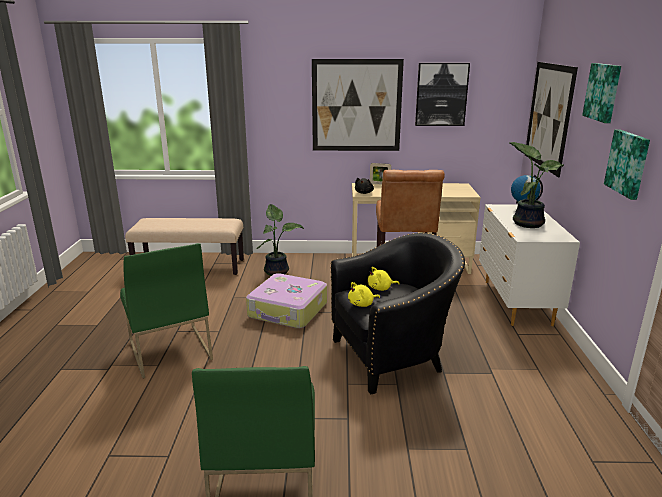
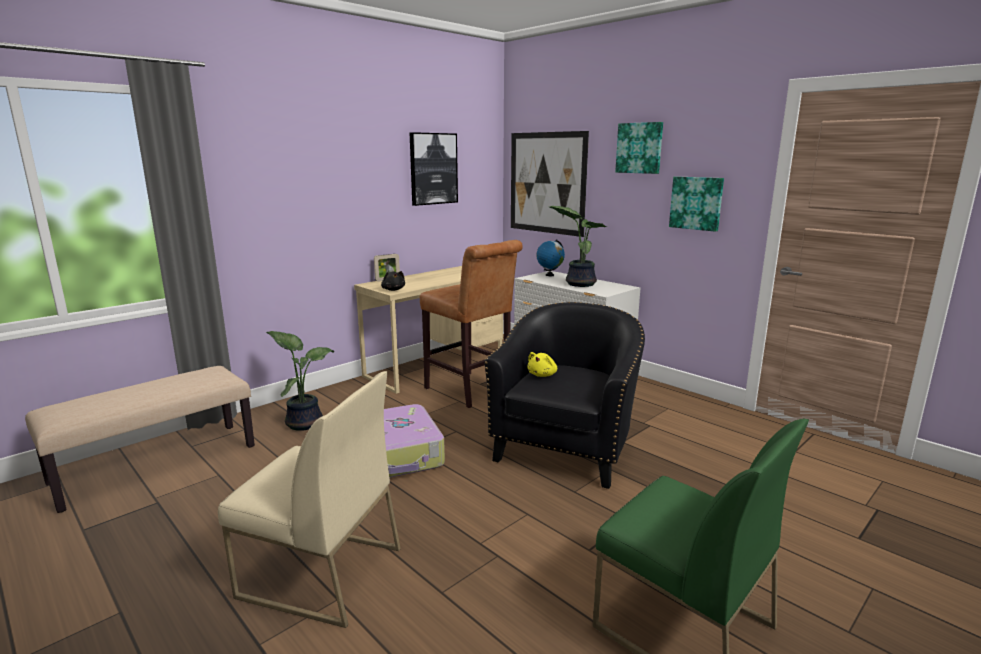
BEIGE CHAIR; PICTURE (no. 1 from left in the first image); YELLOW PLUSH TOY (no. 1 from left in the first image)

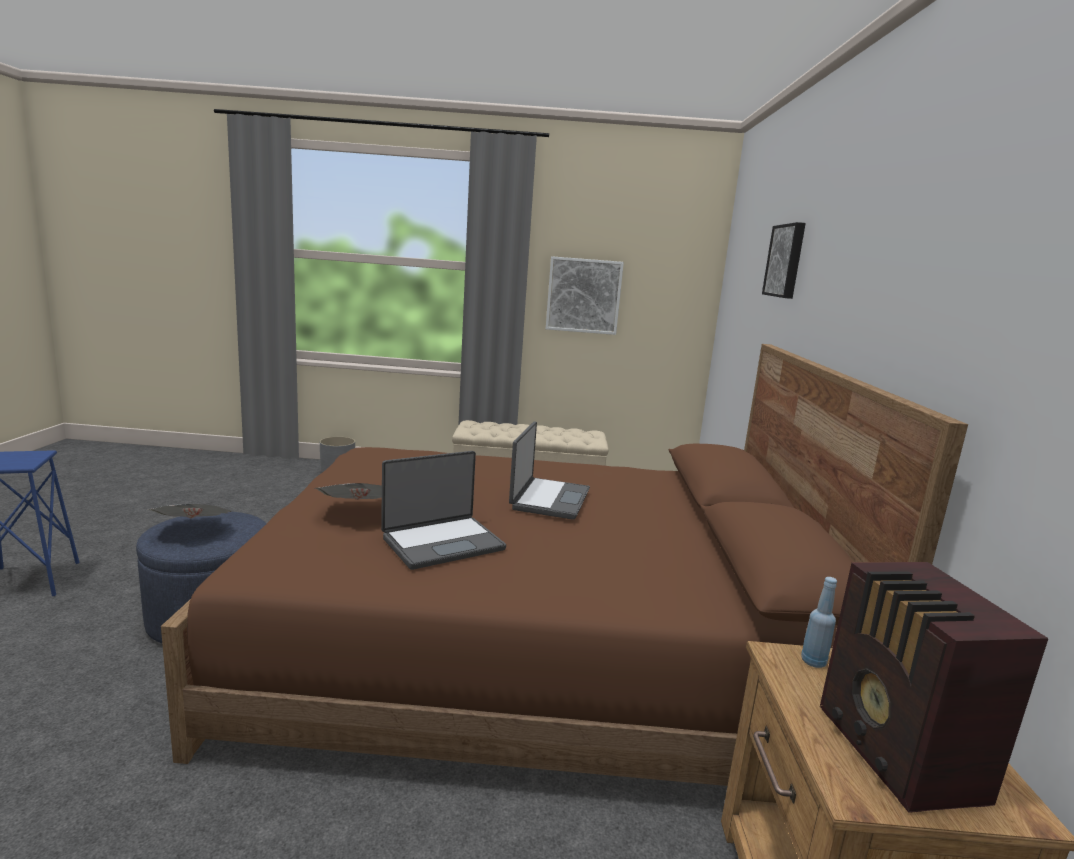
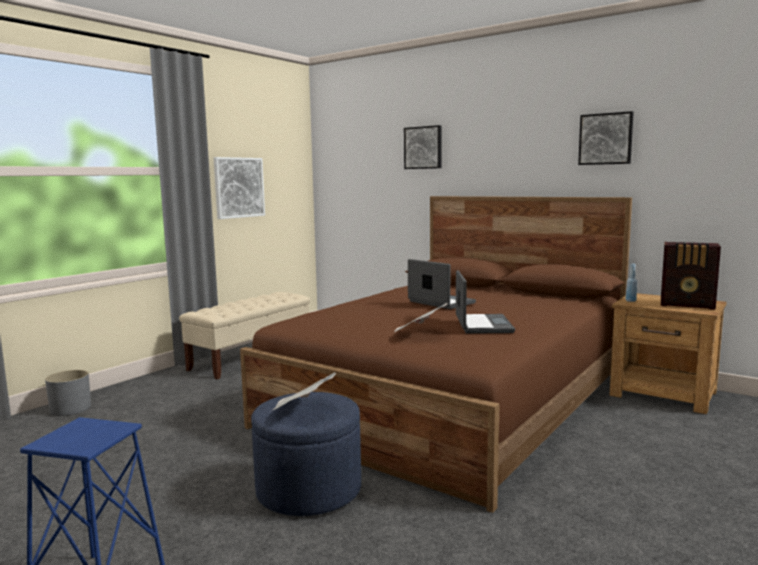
PICTURE (no. 3 from left)

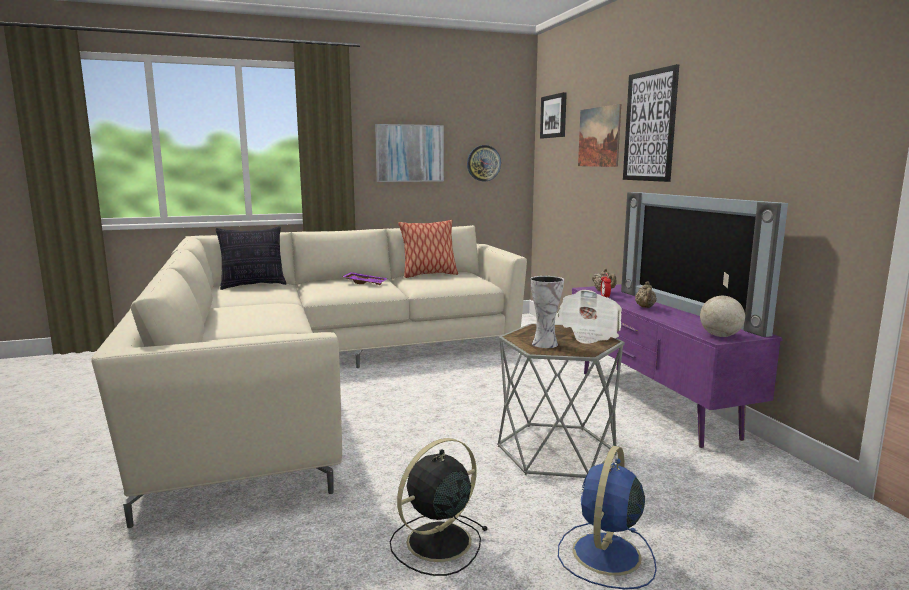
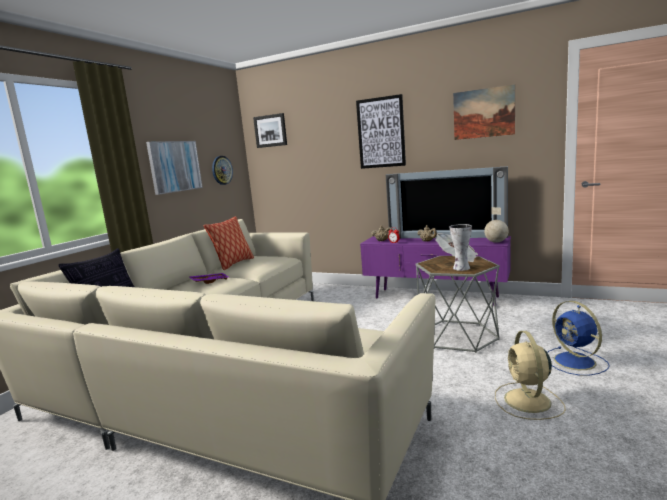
PICTURE (no. 4 from left); BEIGE FAN

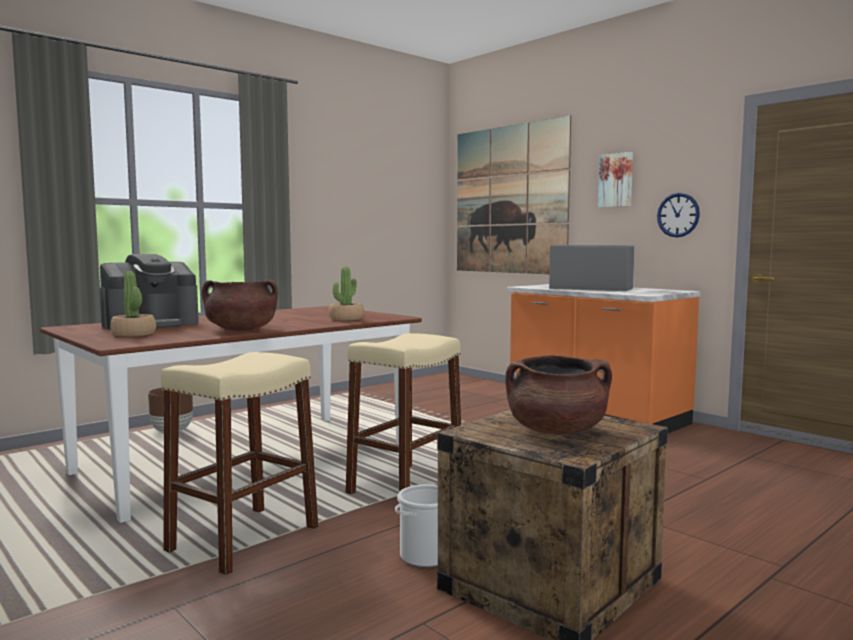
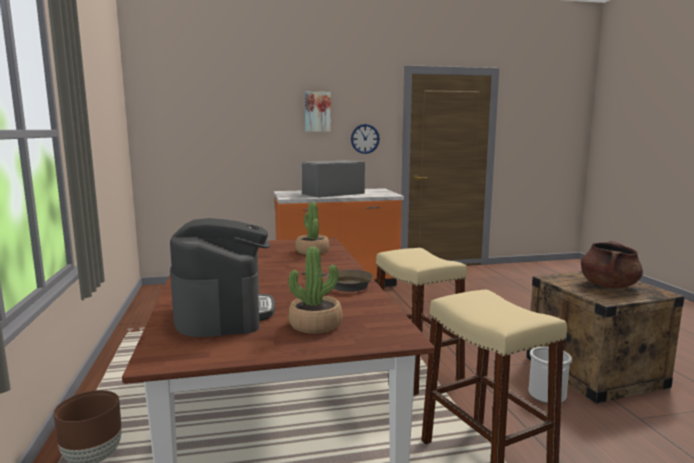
BROWN FRYING PAN; PICTURE (no. 1 from left in the first image)

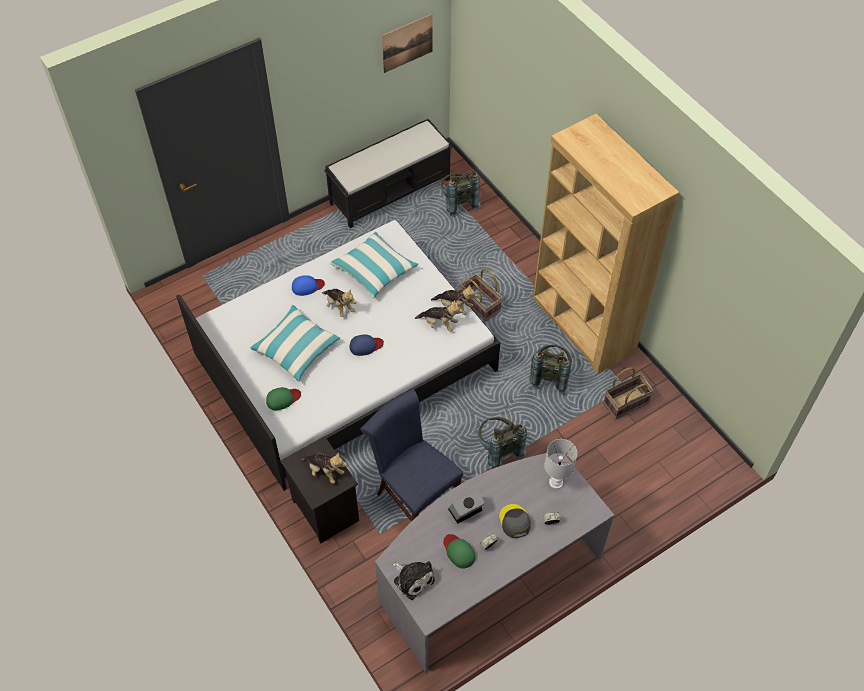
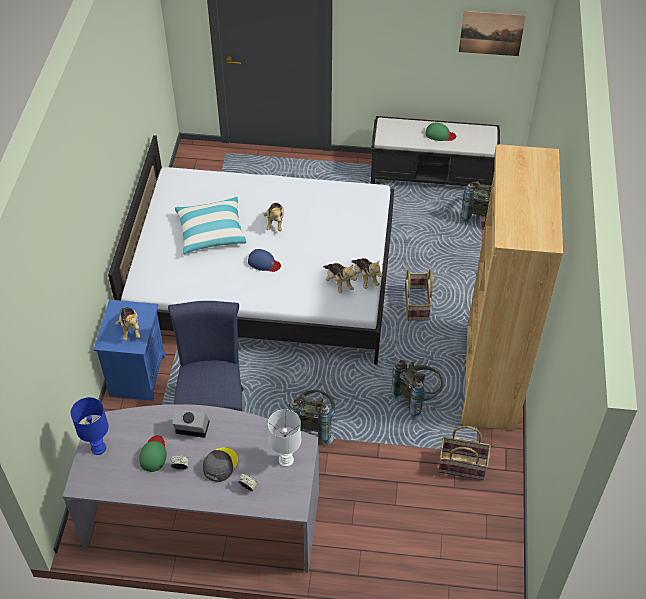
BLUE TABLE LAMP; BLUE NIGHTSTAND; GREEN CAP (no. 2 from left); BLUE CAP (no. 1 from left in the first image); PILLOW (no. 2 from left in the first image)

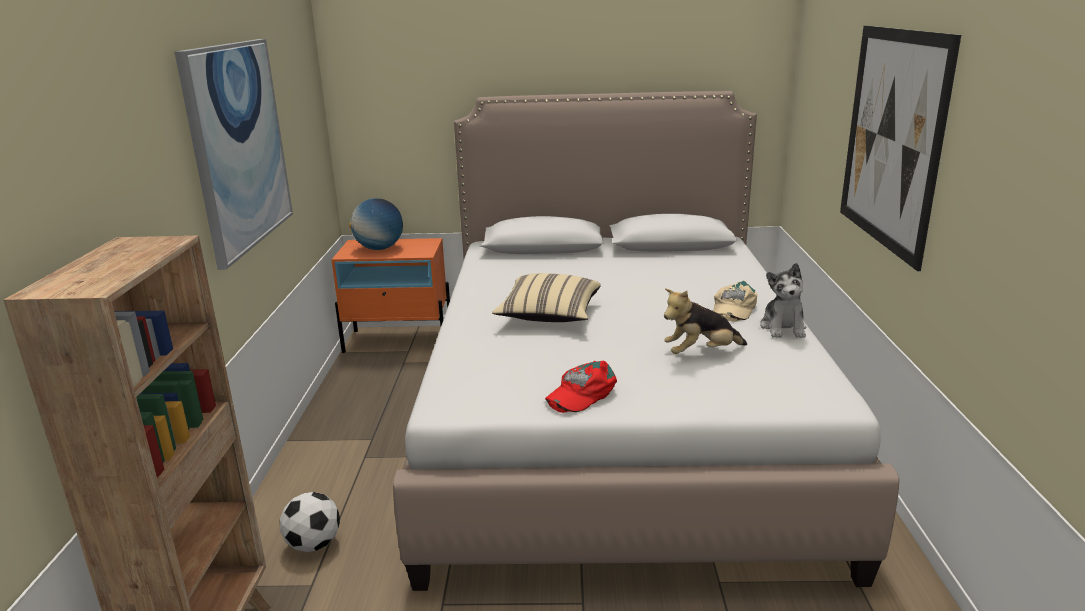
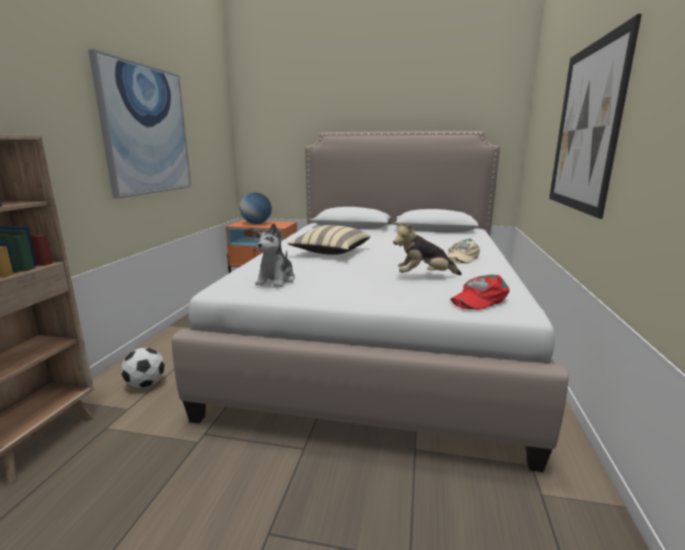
PLUSH TOY (no. 1 from left); RED CAP

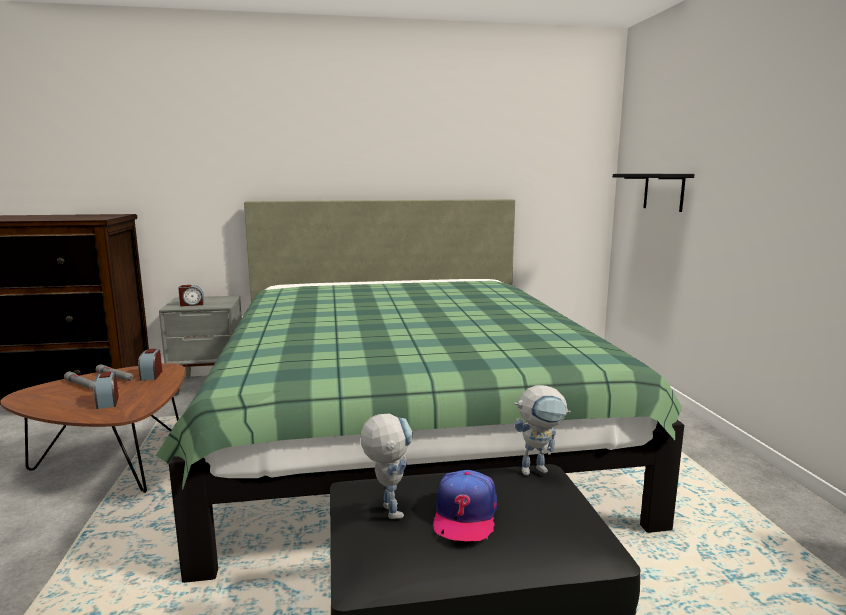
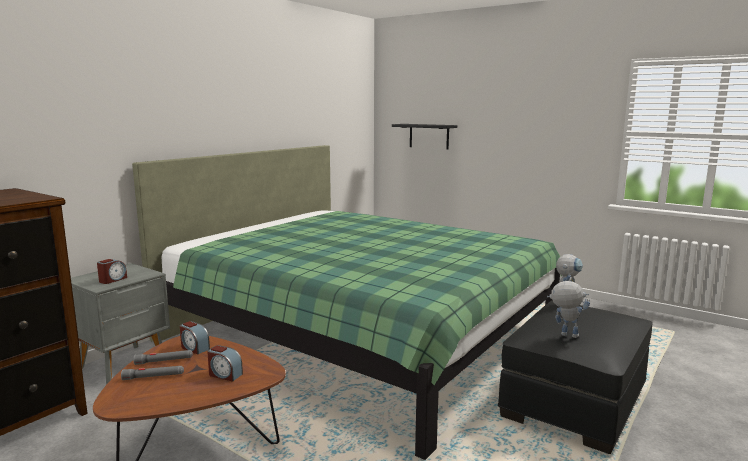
CAP

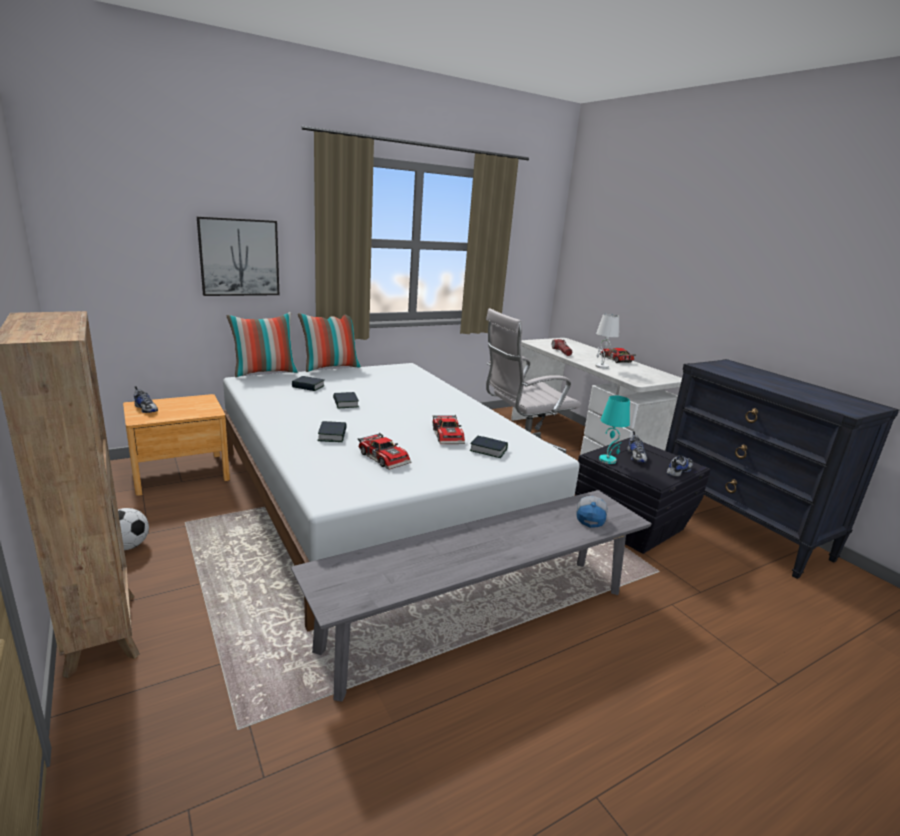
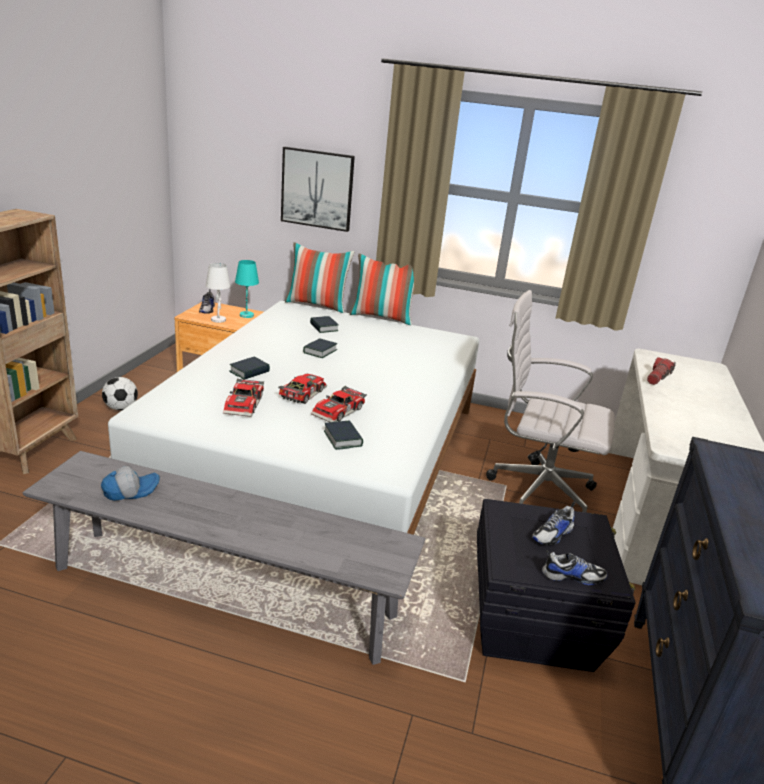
CAP; WHITE TABLE LAMP; TURQUOISE TABLE LAMP; TOY CAR (no. 2 from left)

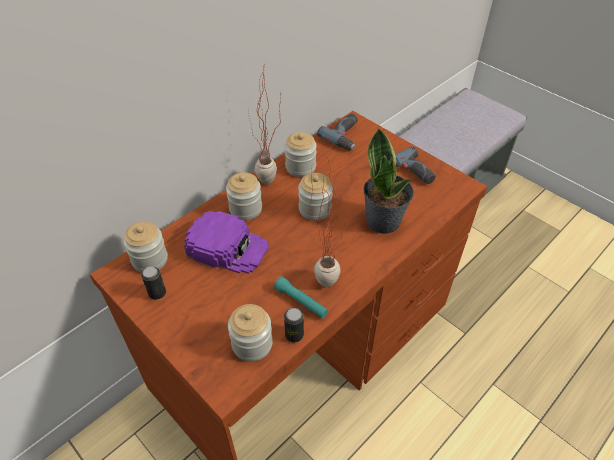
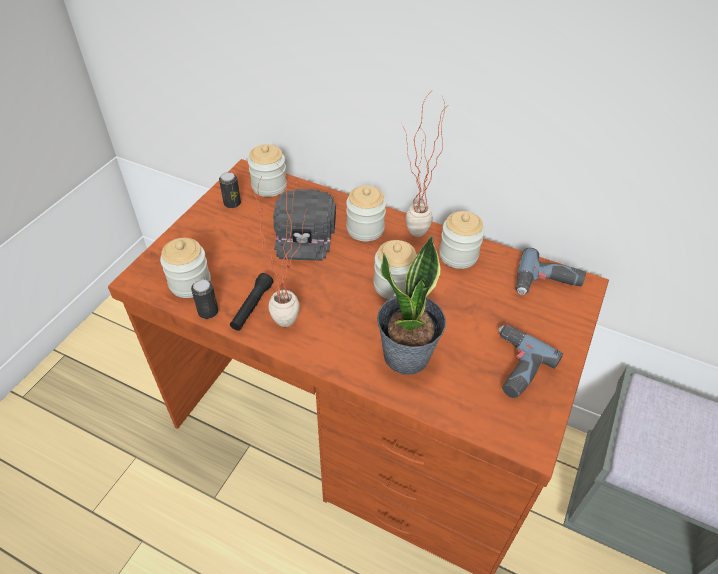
BLACK FLASHLIGHT; BLACK CAP

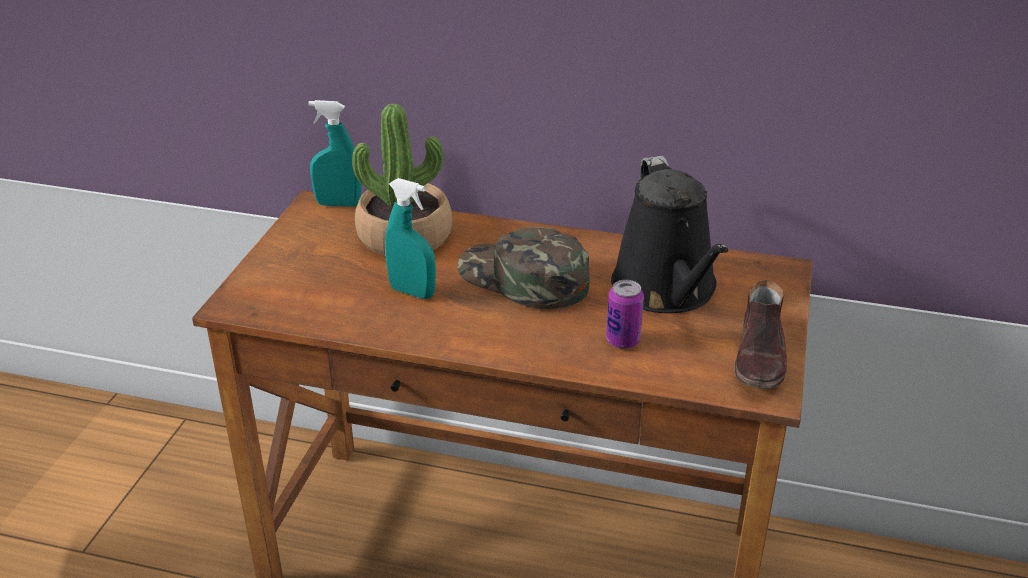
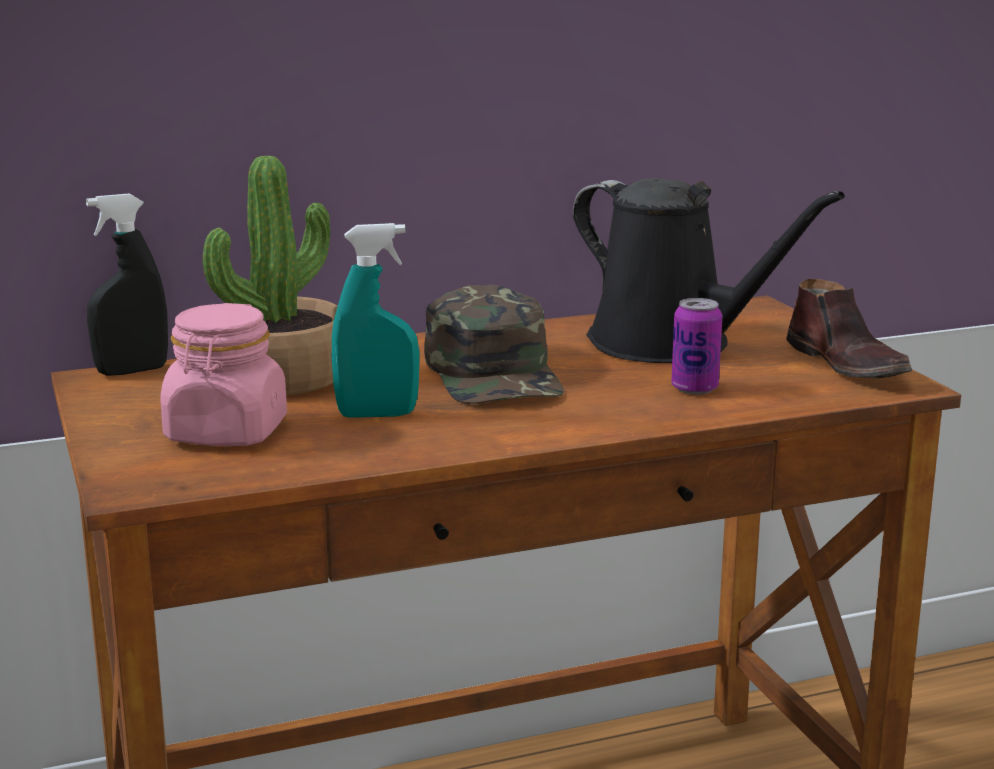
BLACK SPRAY BOTTLE; PINK JAR; GREEN CAP

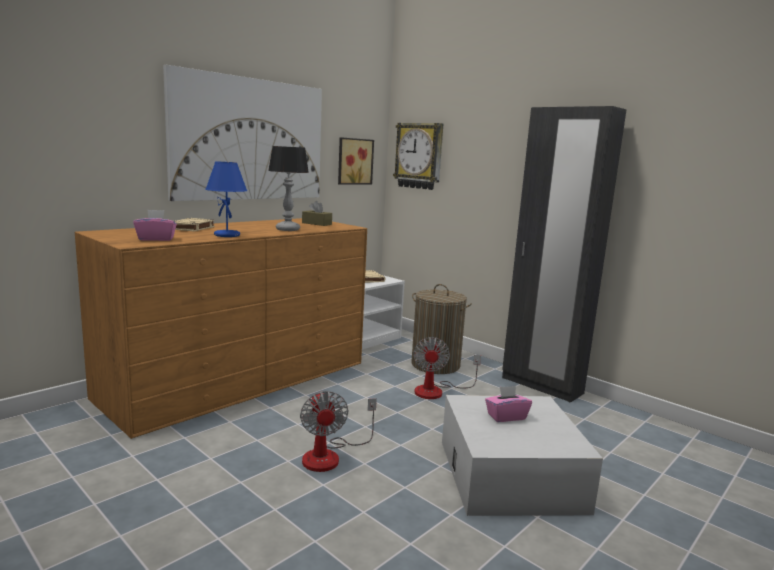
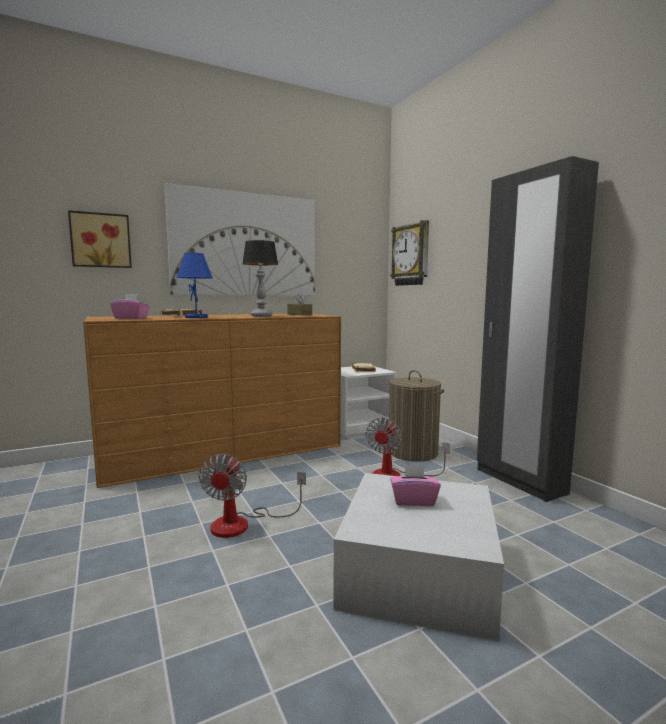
PICTURE (no. 1 from left)

